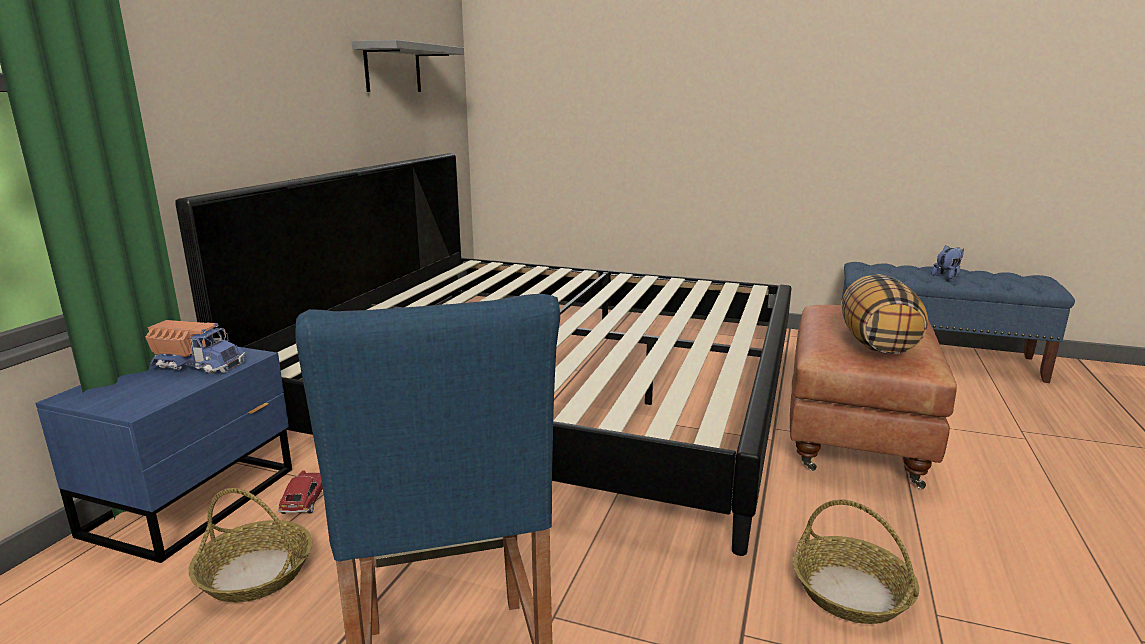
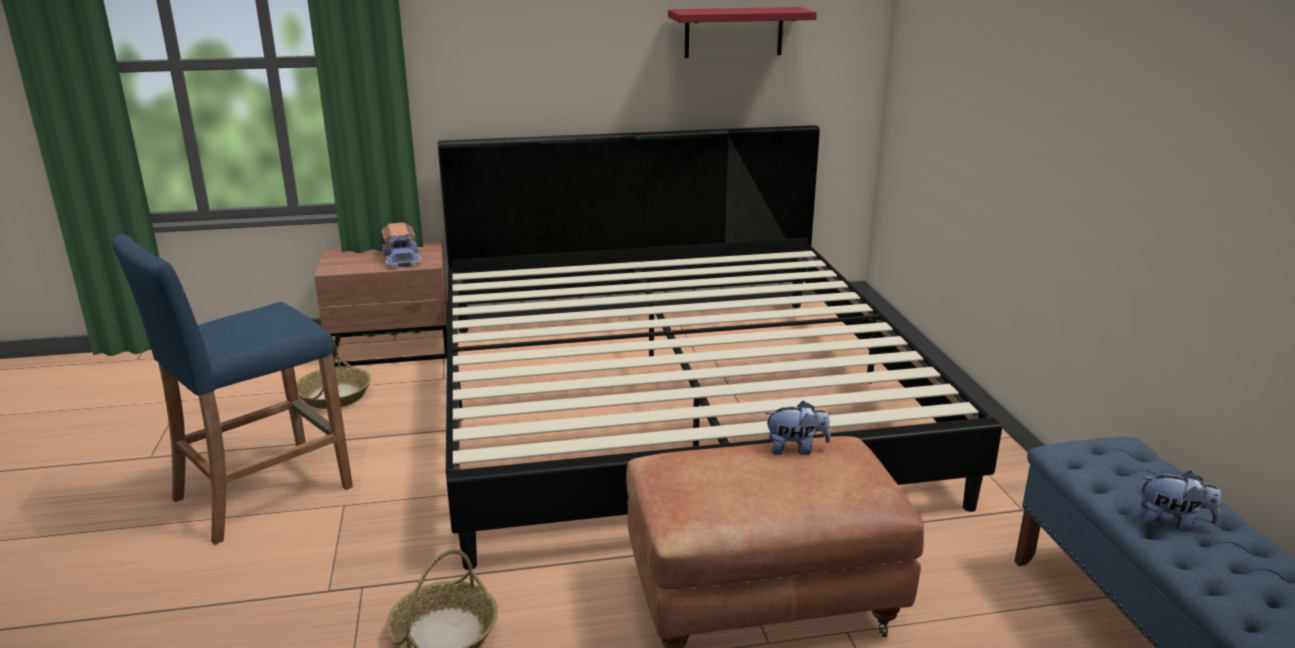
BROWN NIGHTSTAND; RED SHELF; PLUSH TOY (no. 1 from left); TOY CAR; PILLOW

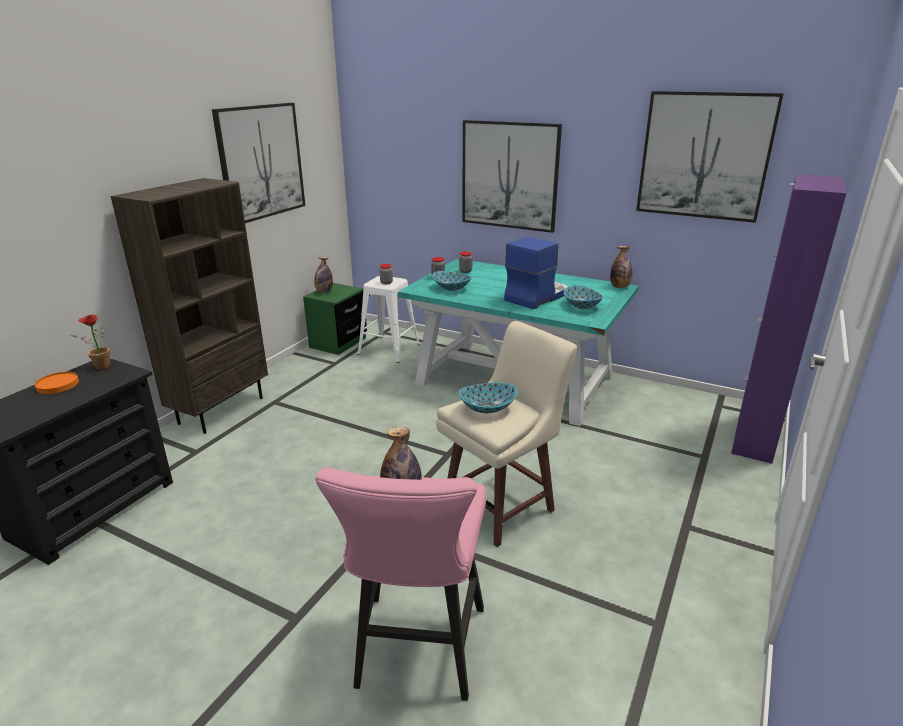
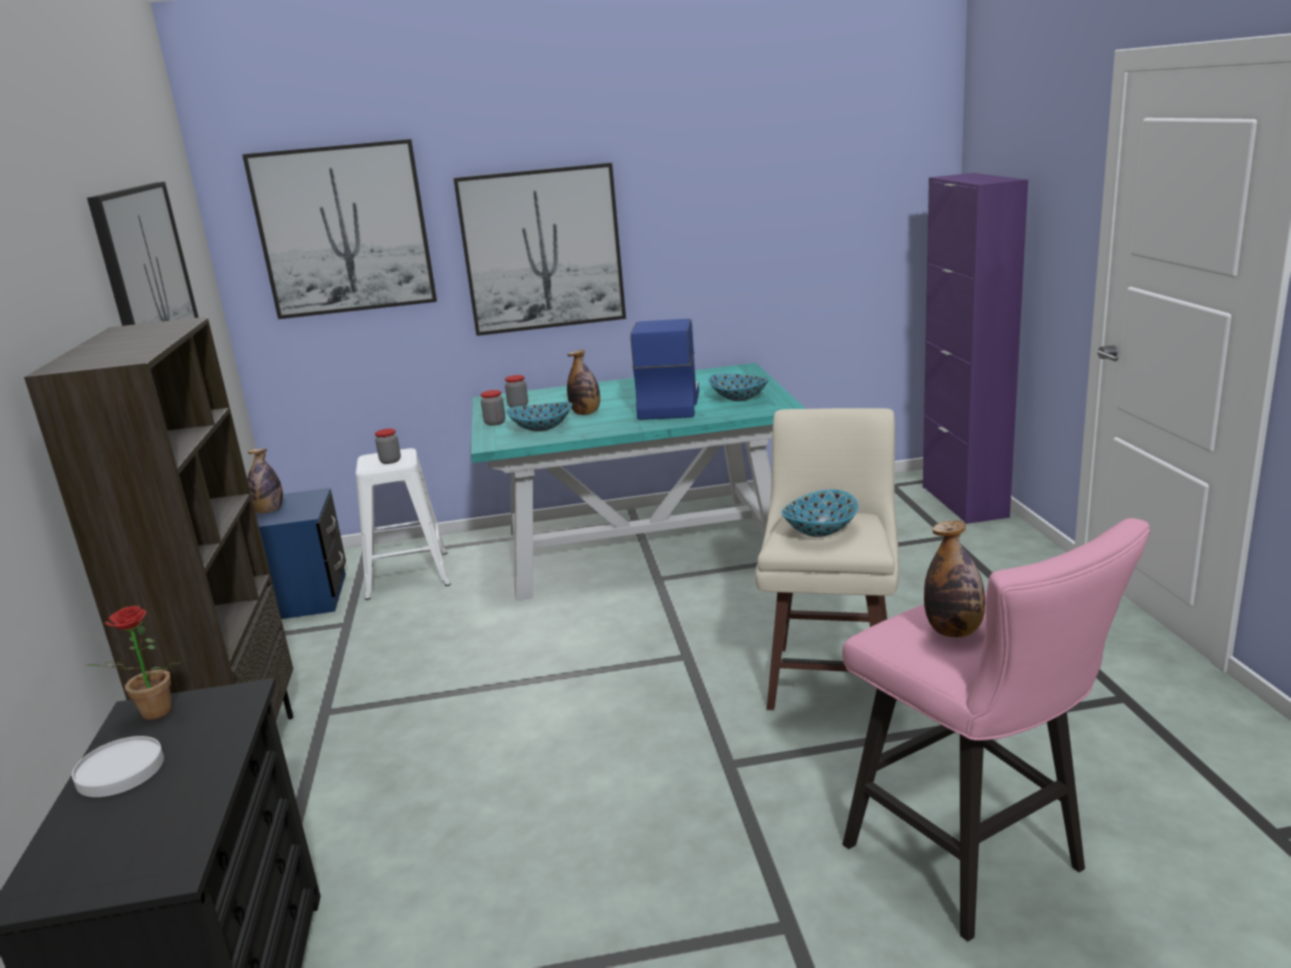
WHITE PLATE; PICTURE (no. 2 from left); BLUE NIGHTSTAND; BOTTLE (no. 2 from left)

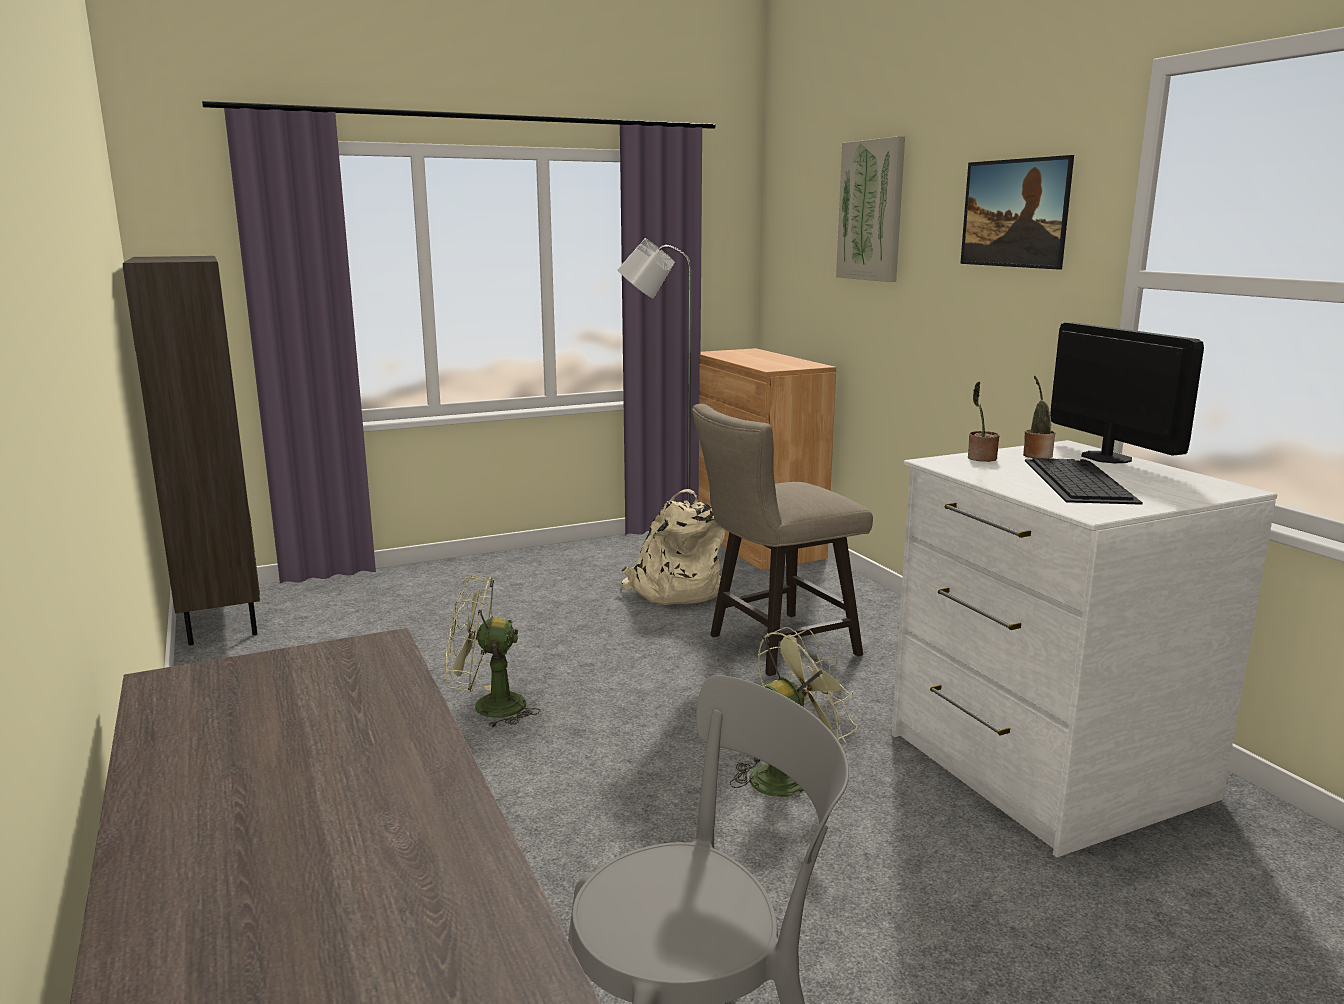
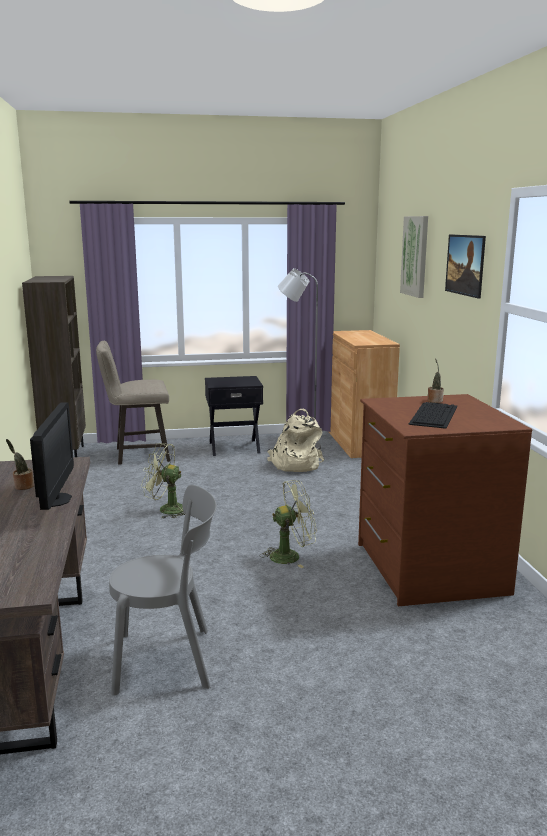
POTTED PLANT (no. 1 from left); MONITOR; BEIGE STOOL; BLACK NIGHTSTAND; BROWN DRESSER

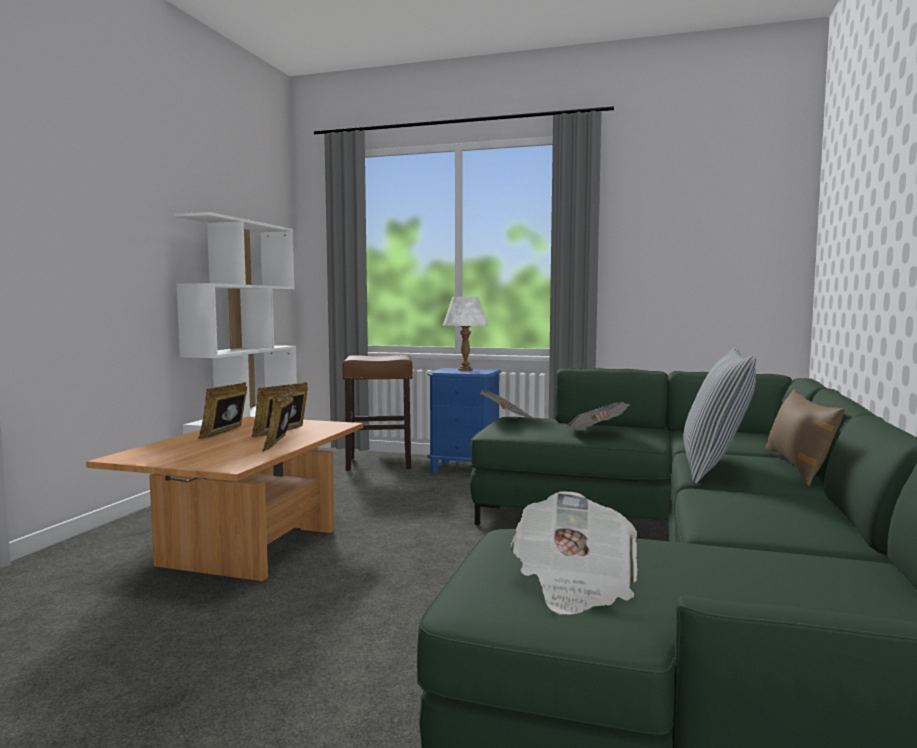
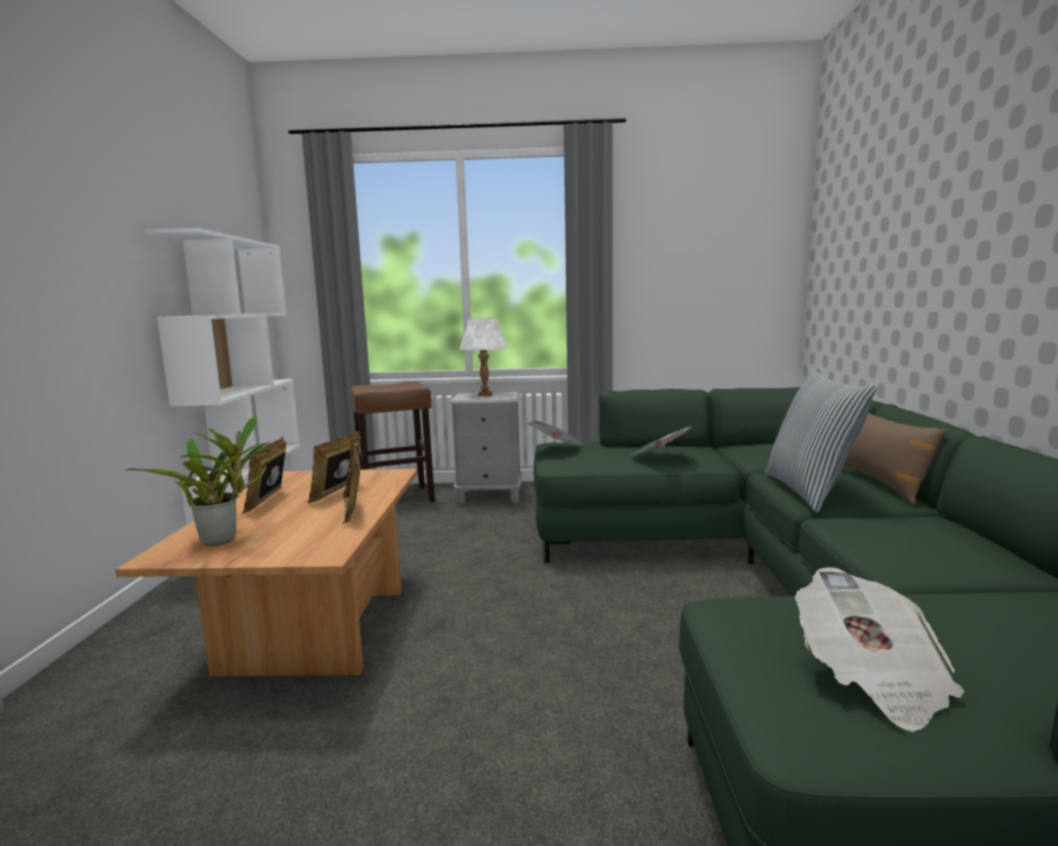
POTTED PLANT; GREY NIGHTSTAND

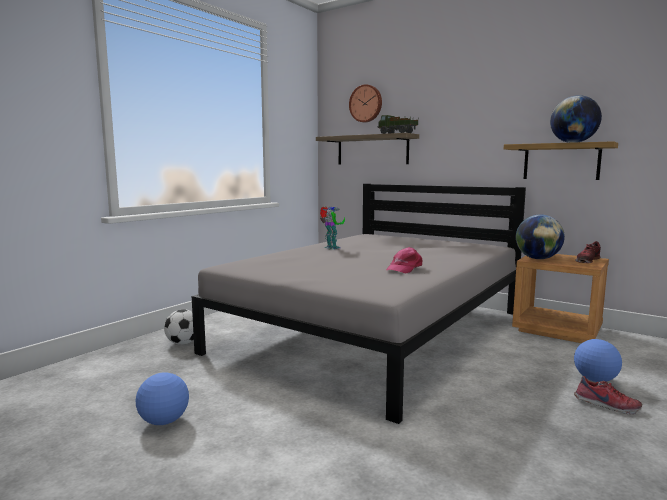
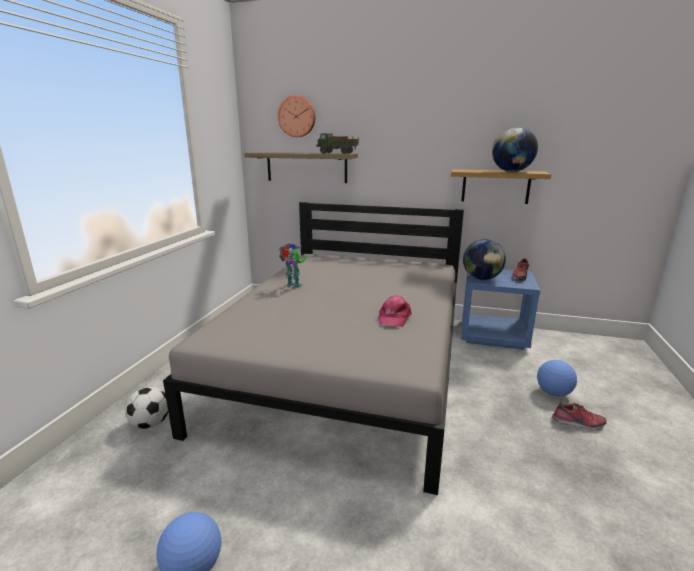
BLUE NIGHTSTAND

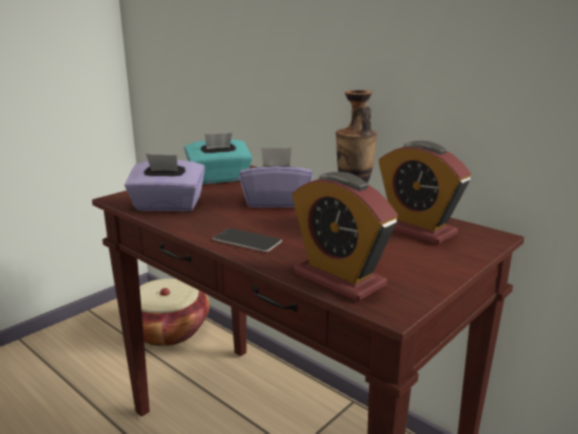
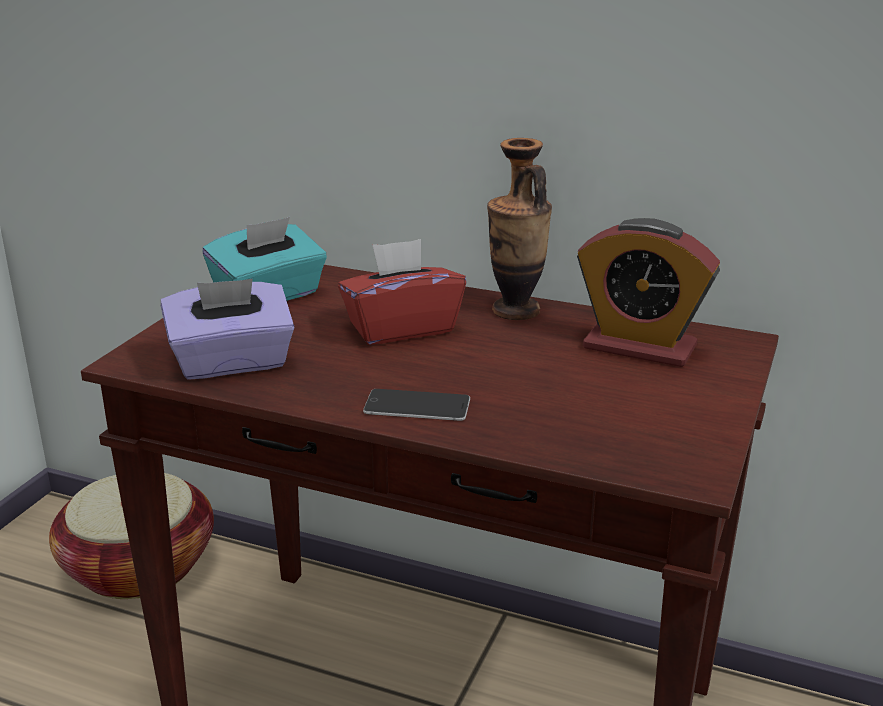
RED TISSUE BOX; ALARM CLOCK (no. 1 from left in the first image)

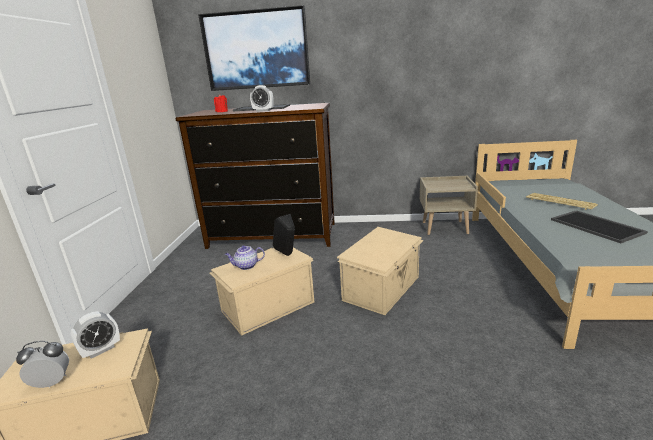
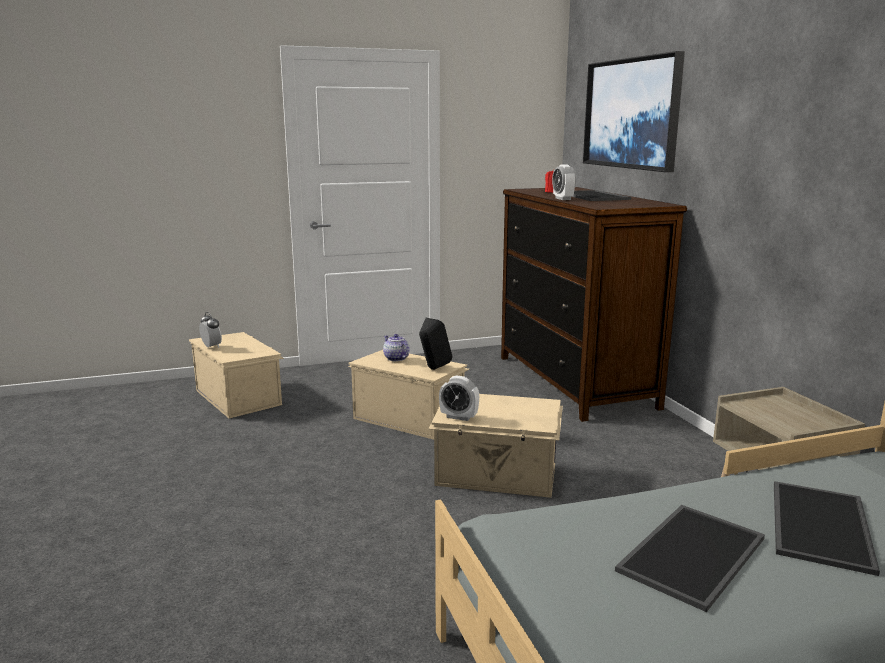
ALARM CLOCK (no. 2 from left); TRAY (no. 3 from left)

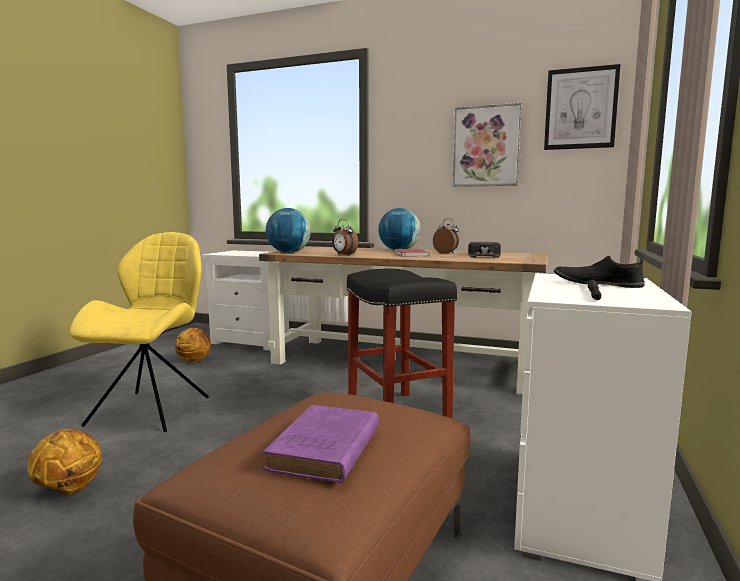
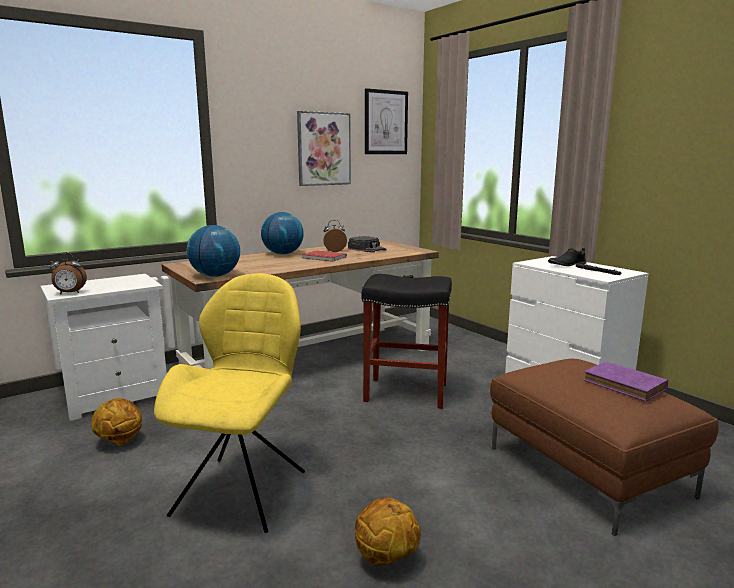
ALARM CLOCK (no. 1 from left); YELLOW CHAIR

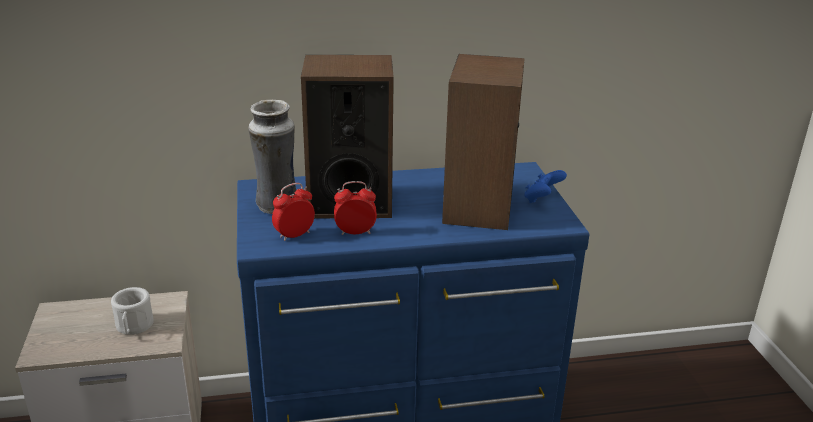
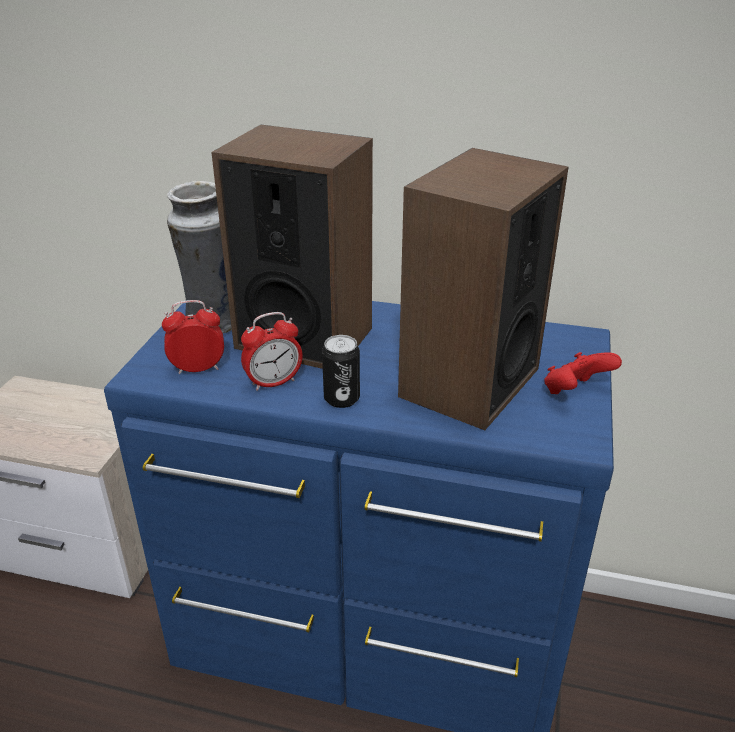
ALARM CLOCK (no. 2 from left); CAN; RED GAME CONTROLLER; WHITE MUG

